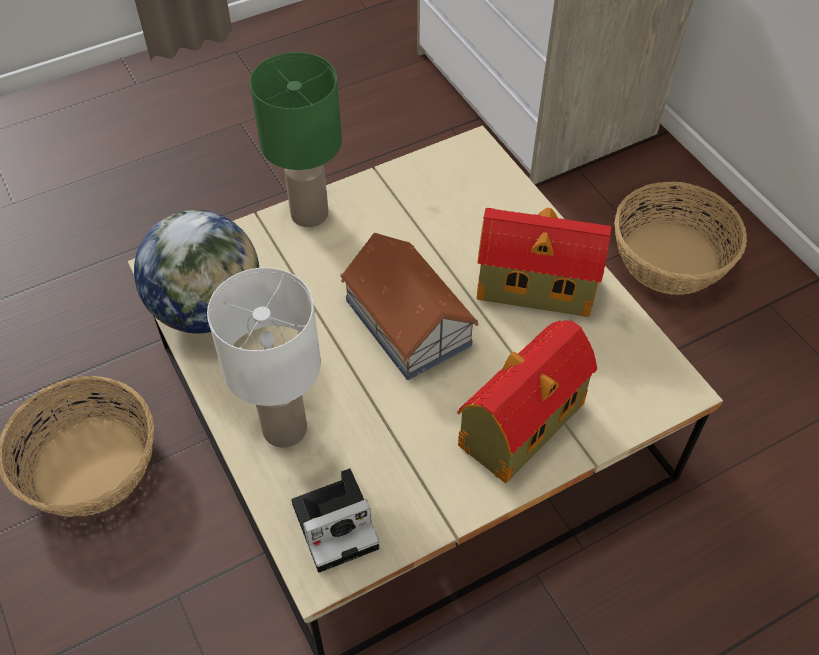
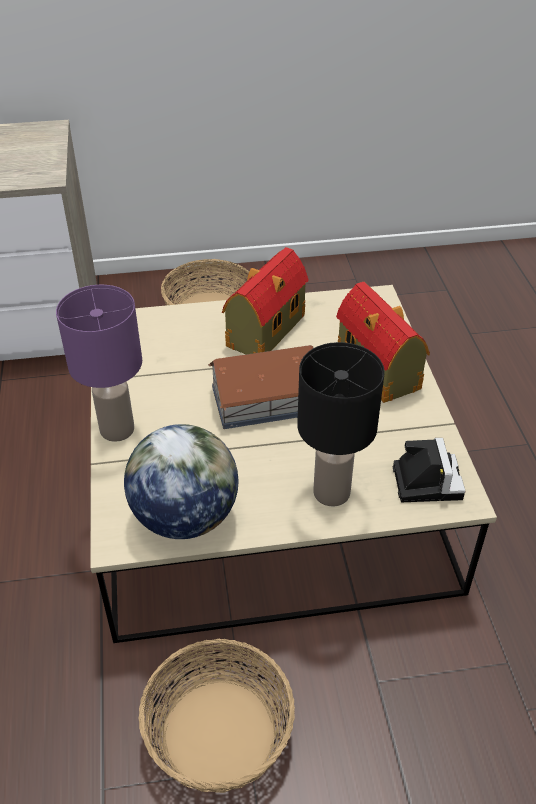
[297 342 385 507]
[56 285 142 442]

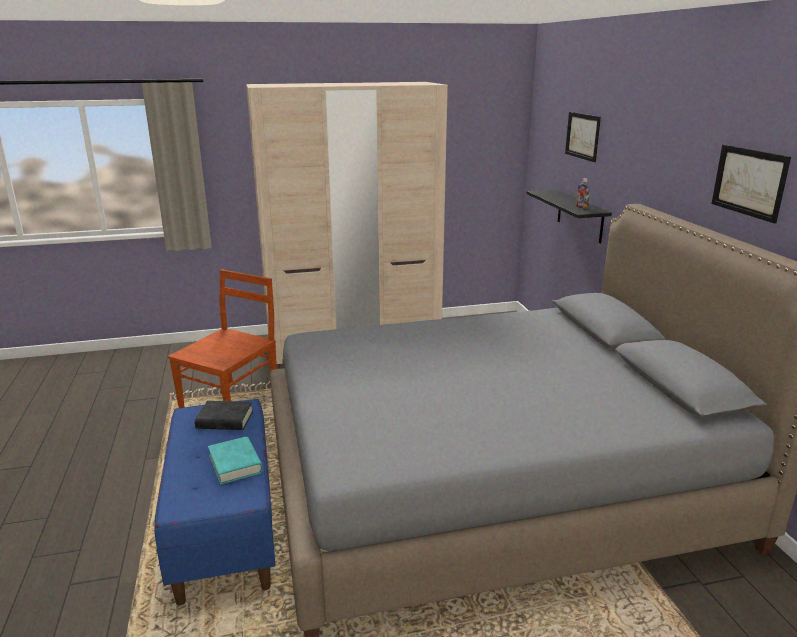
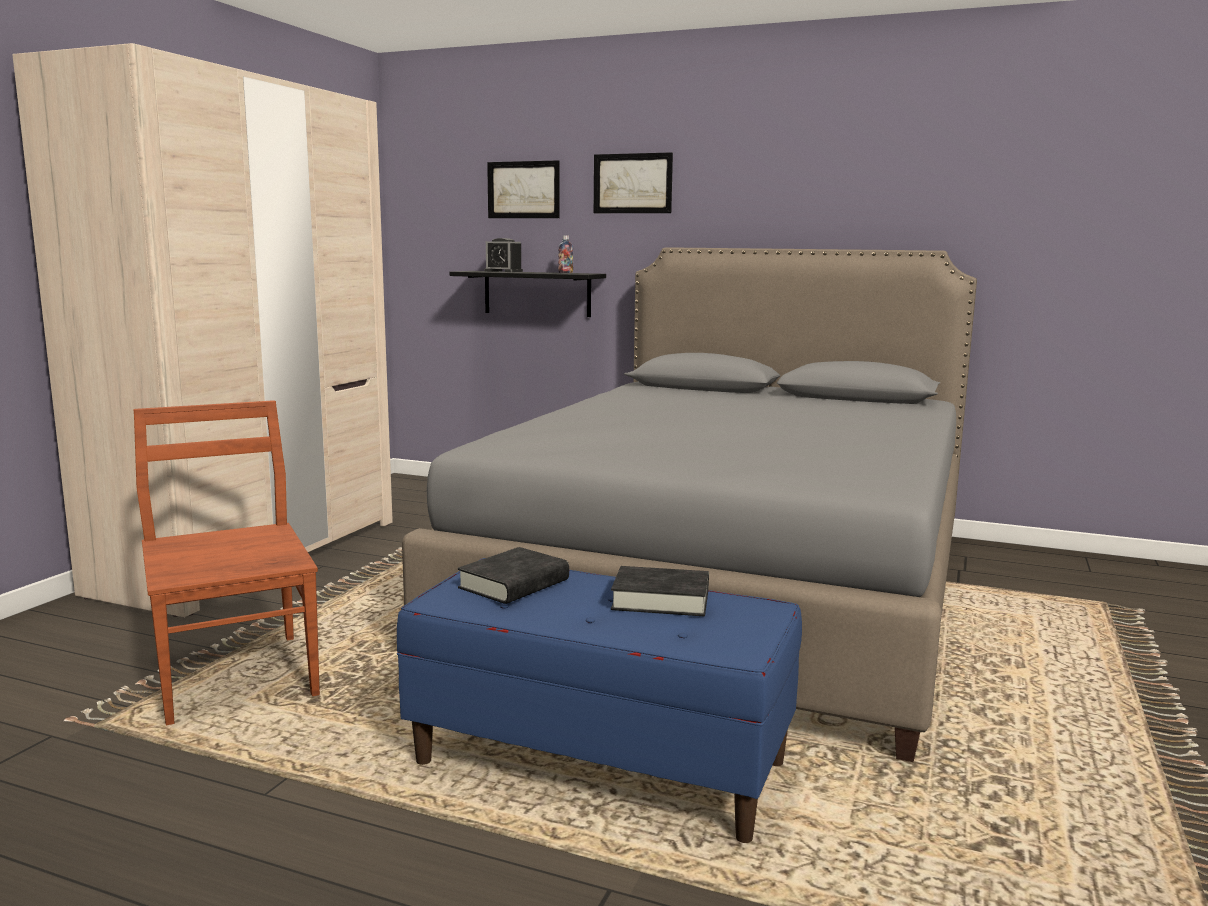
[484 238 523 272]
[594 152 673 213]
[611 566 709 616]

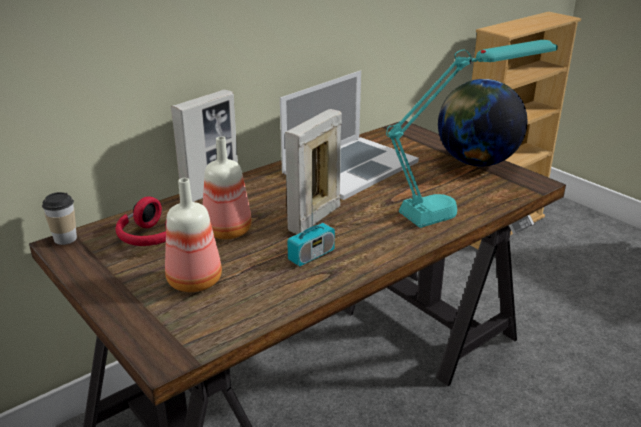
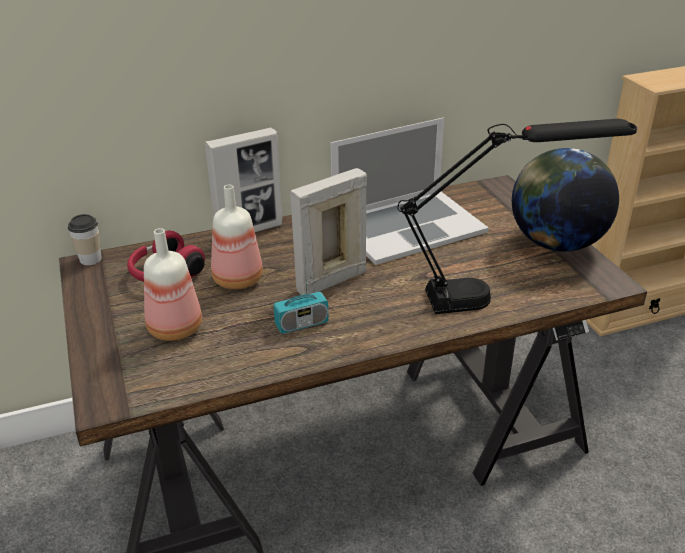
[397 119 637 314]

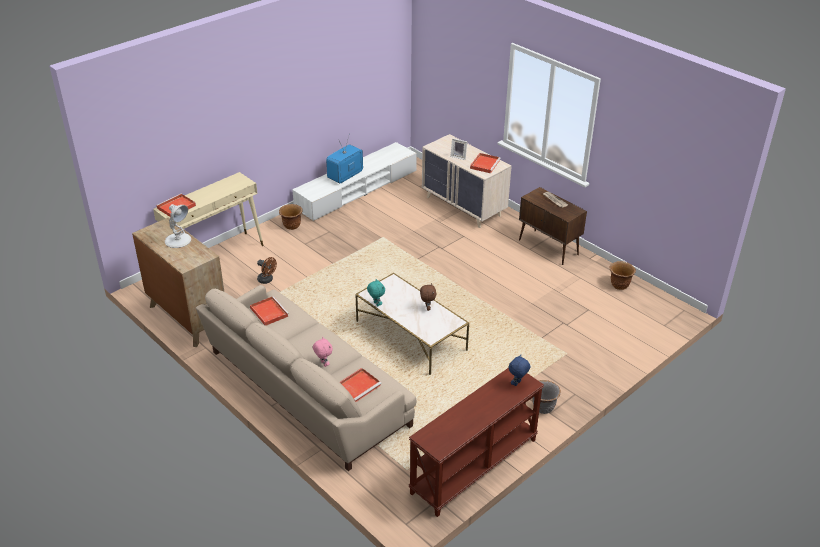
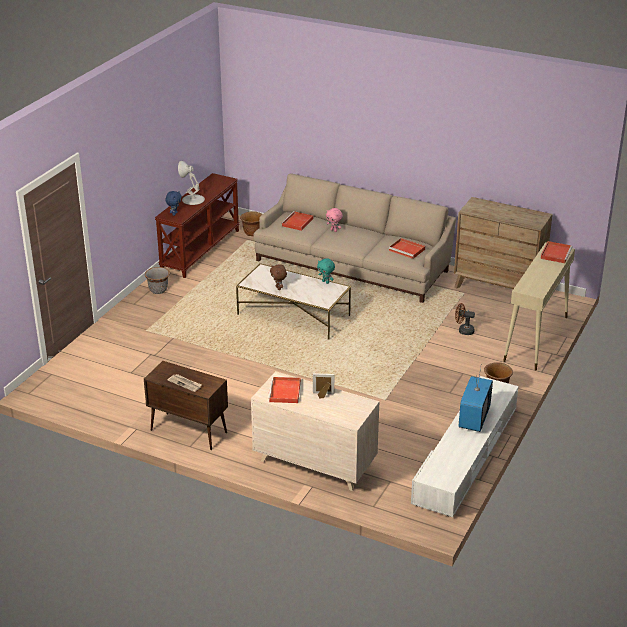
[178 161 205 205]
[240 211 262 236]

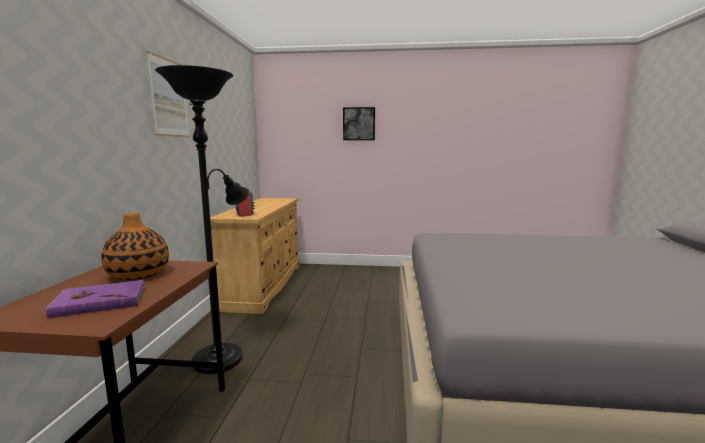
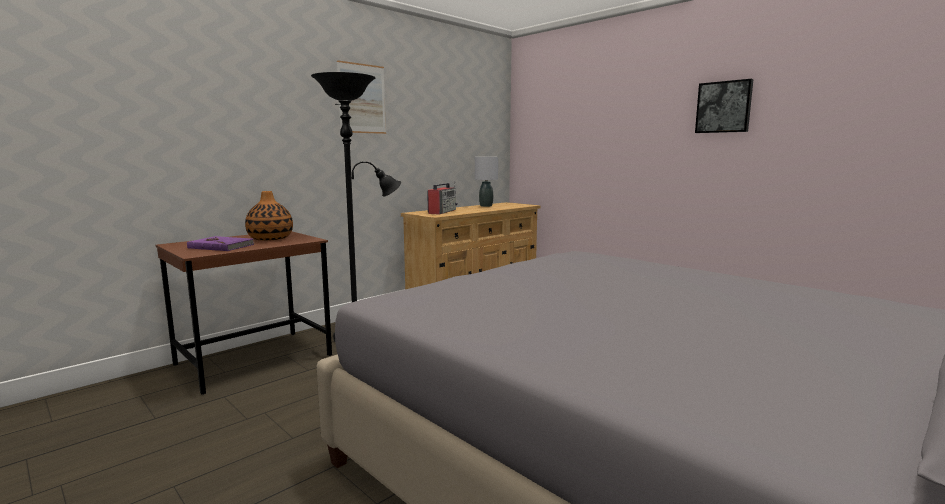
[475 157 498 207]
[695 79 753 133]

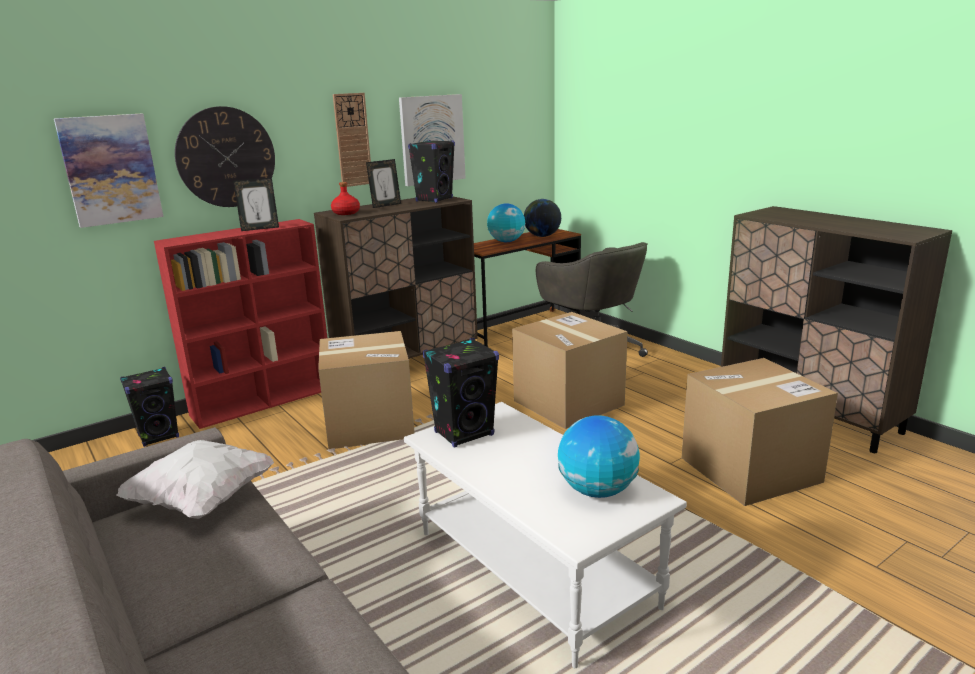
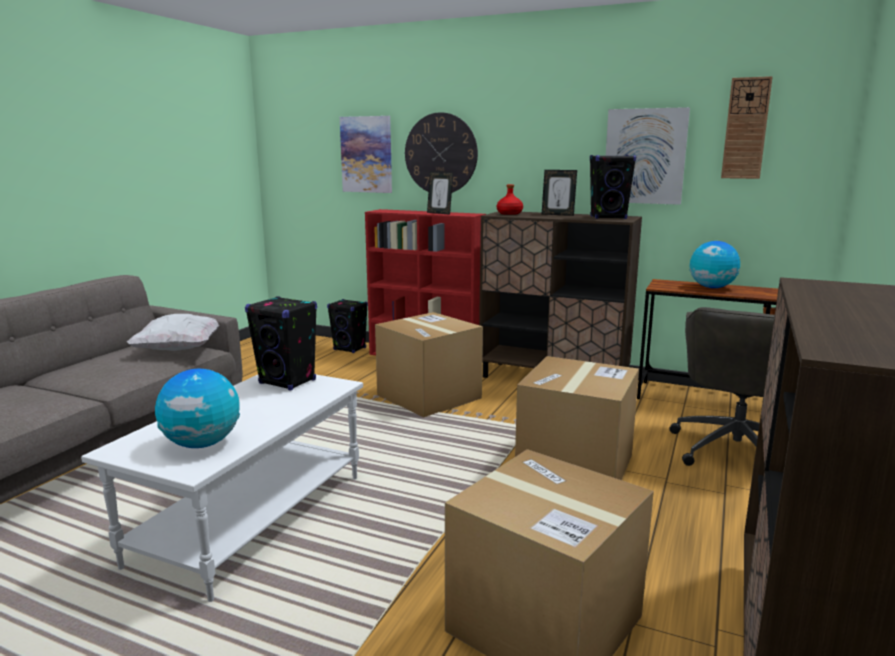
[524 199 561 237] (first image)
[721 76 773 179]

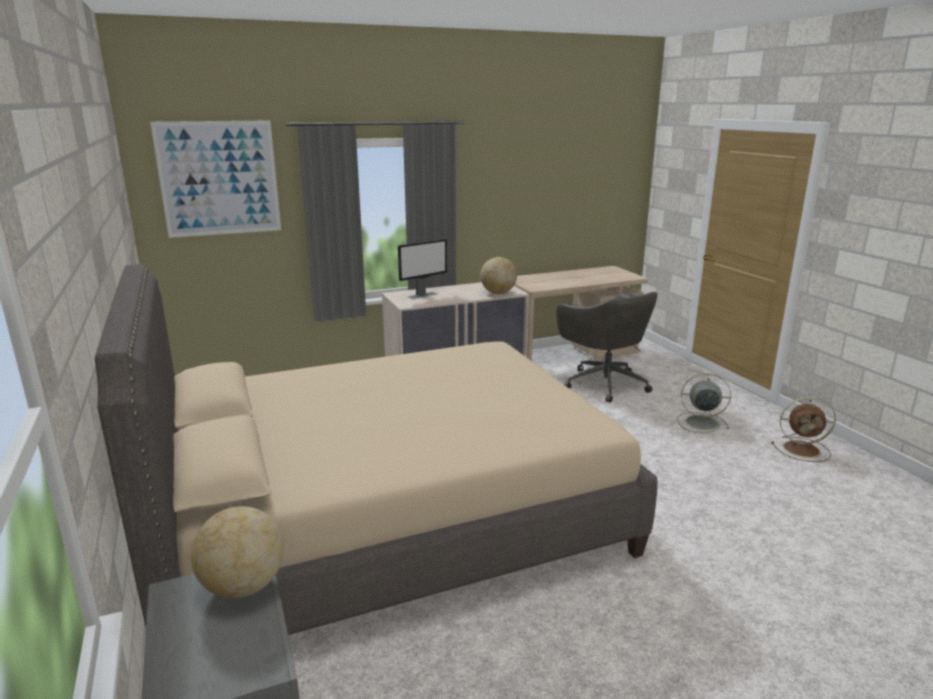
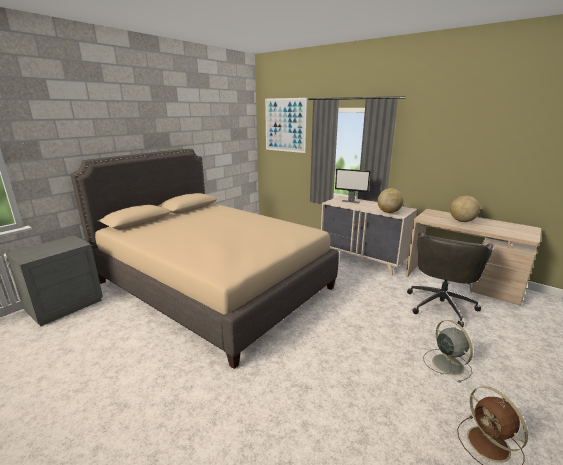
[450 196 480 222]

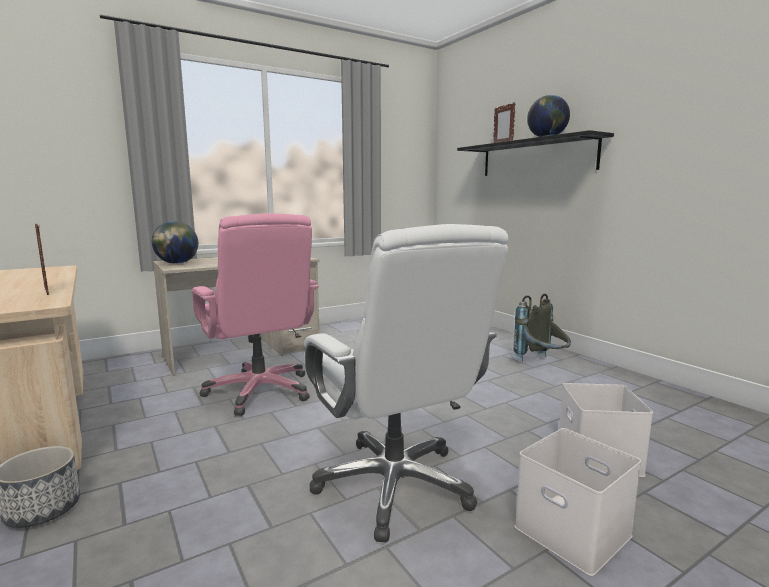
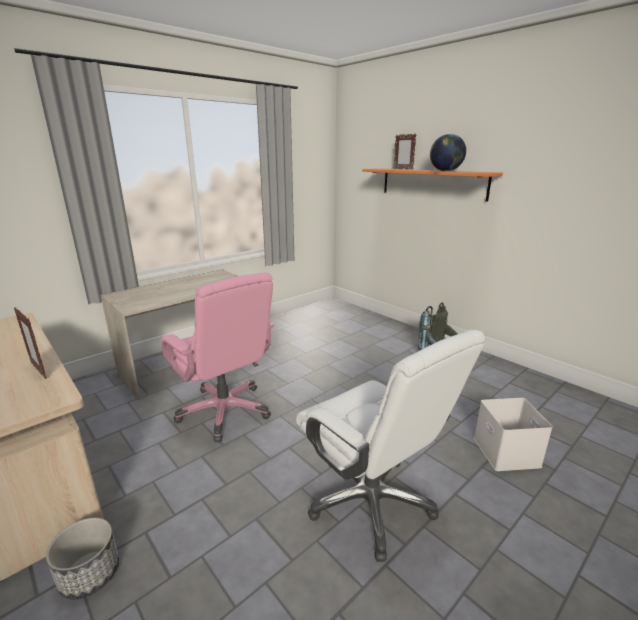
[152 221 198 264] (first image)
[515 428 641 576] (first image)
[362 168 503 202]

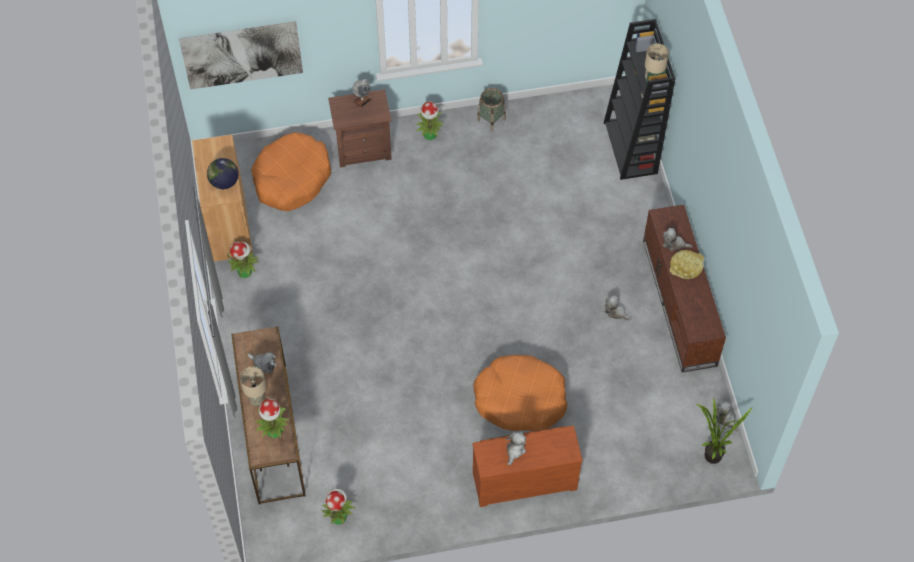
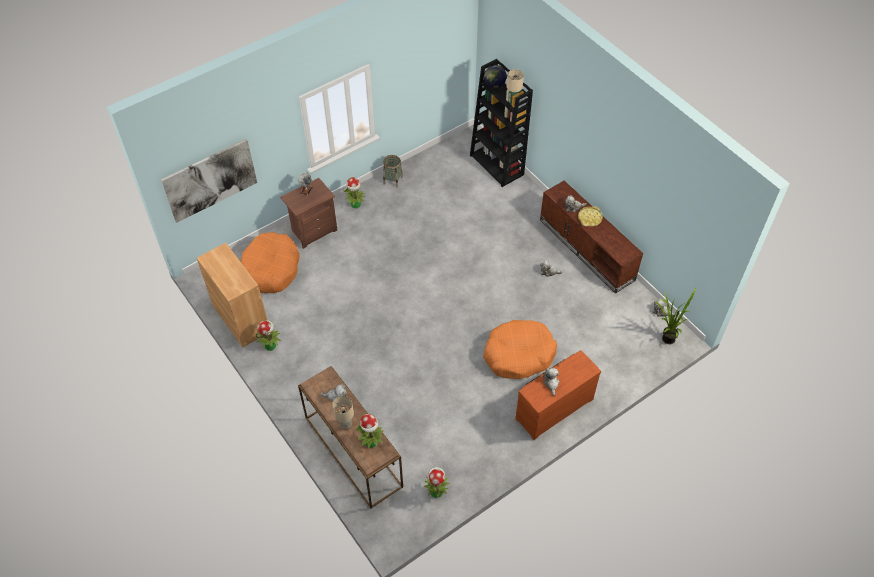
[484 65 507 88]

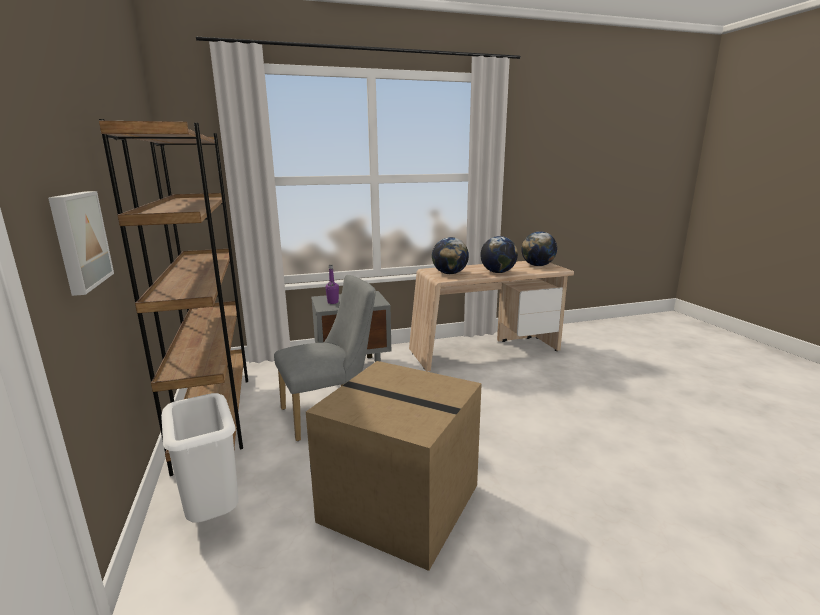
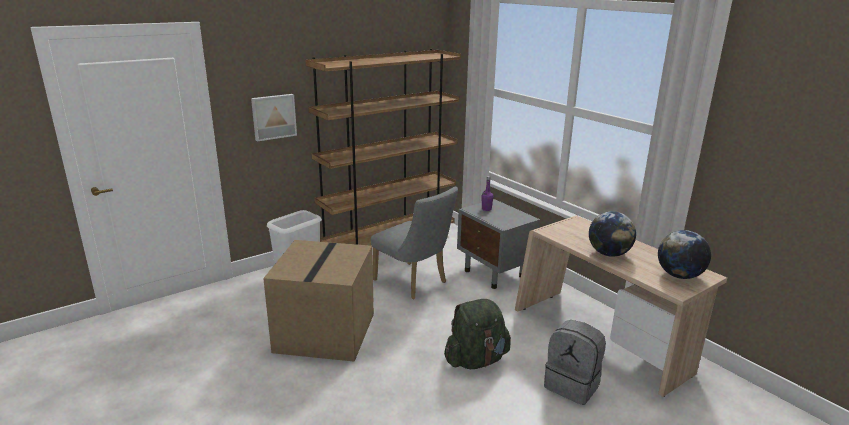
[432 237 469 274] (first image)
[444 299 511 369]
[544 320 606 405]

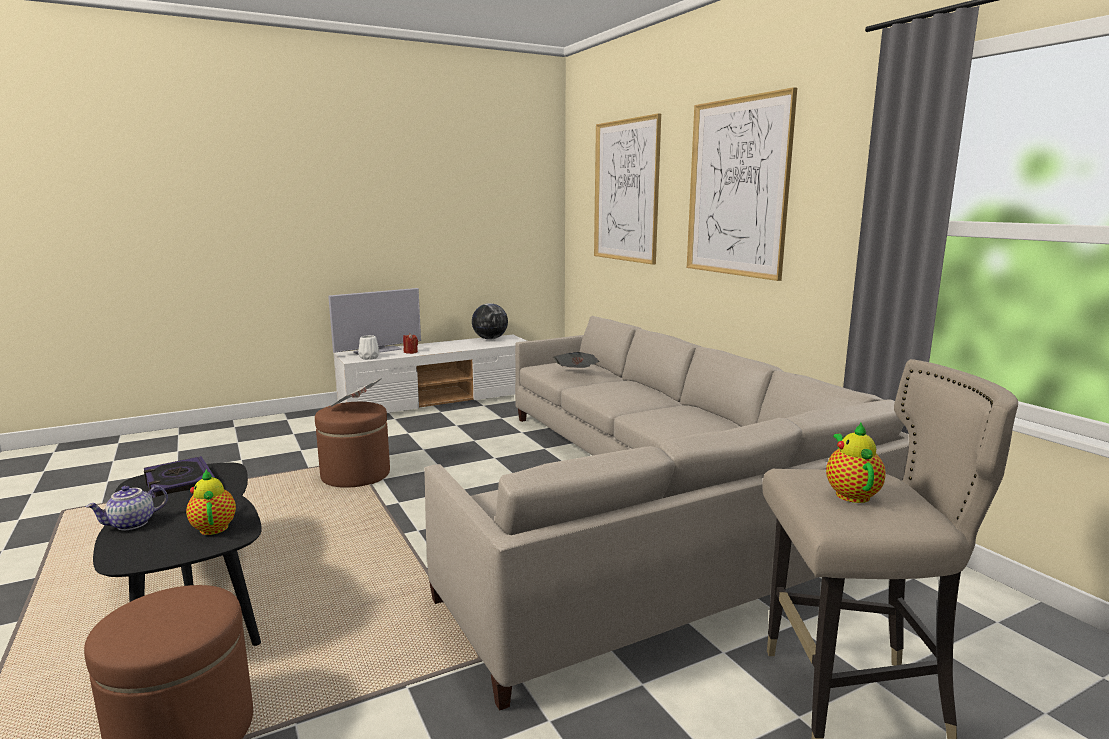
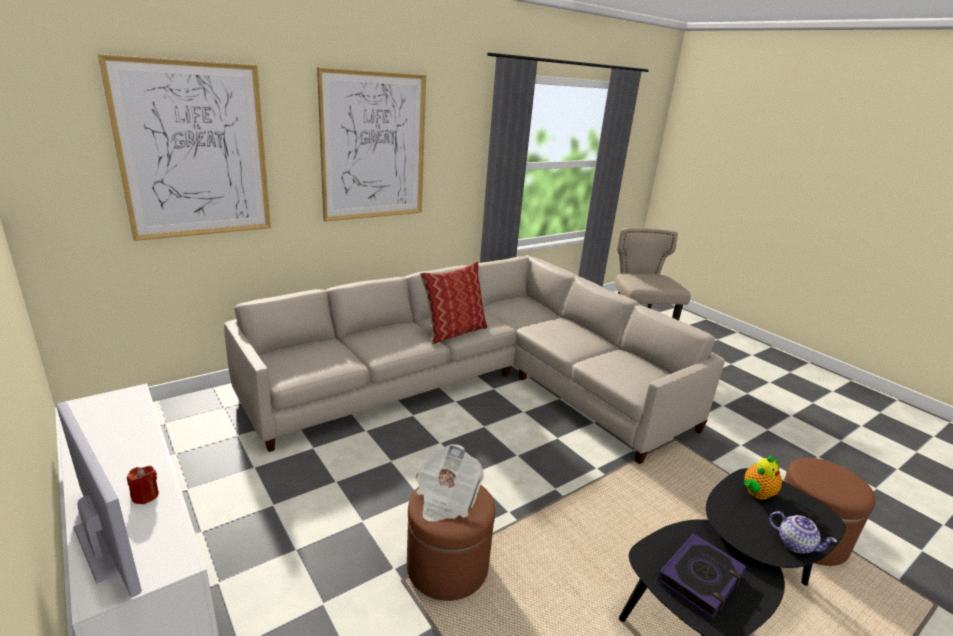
[359 335 379 360] (first image)
[472 303 508 340] (first image)
[553 352 600 368] (first image)
[826 422 886 503] (first image)
[420 261 487 345]

